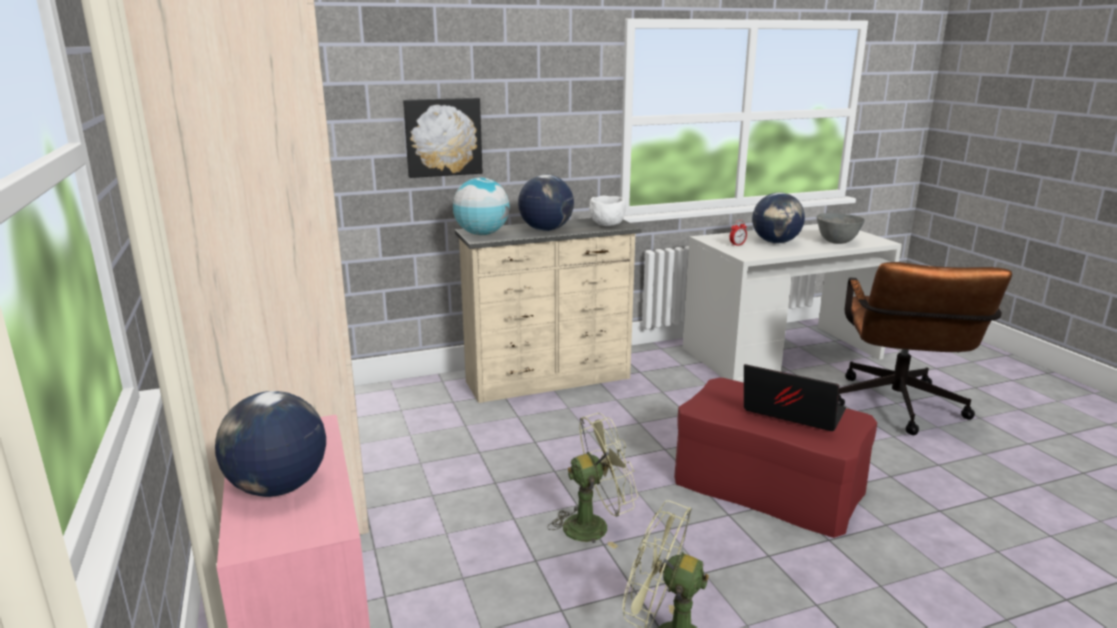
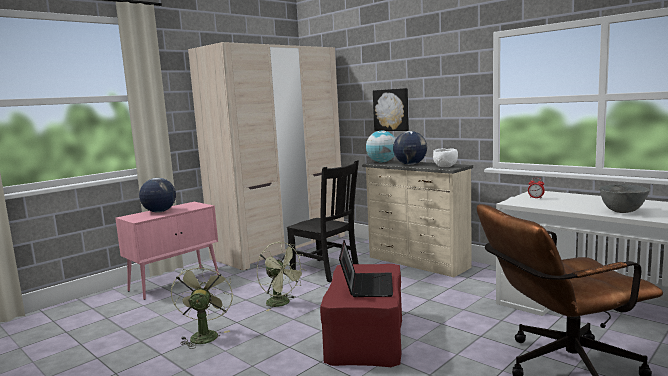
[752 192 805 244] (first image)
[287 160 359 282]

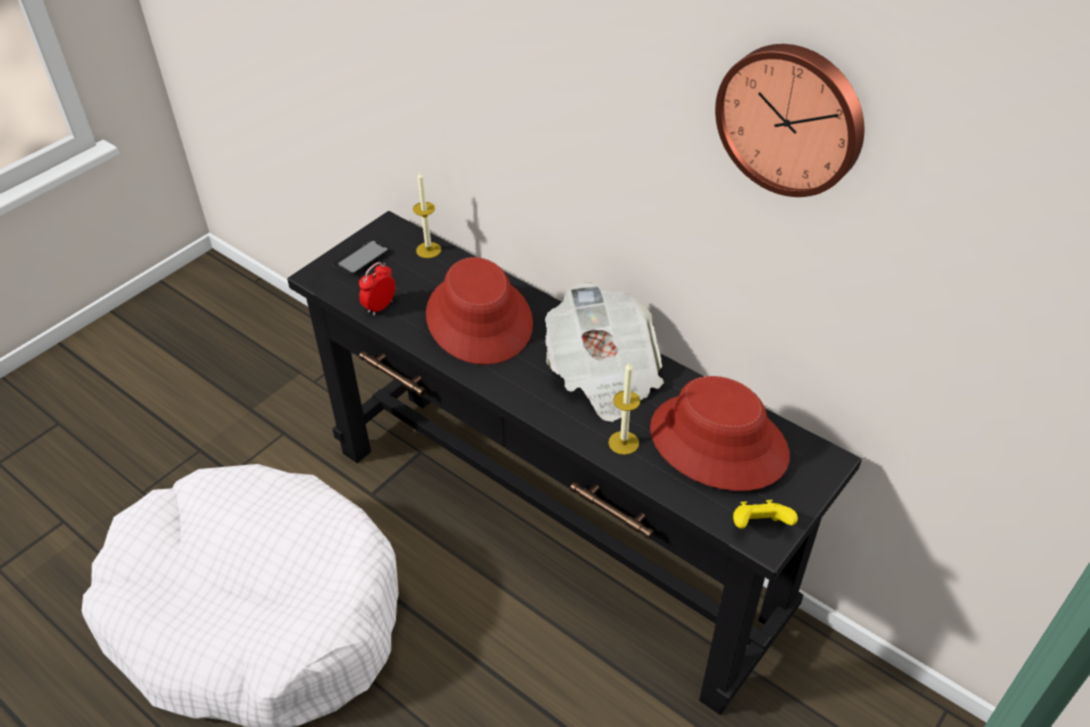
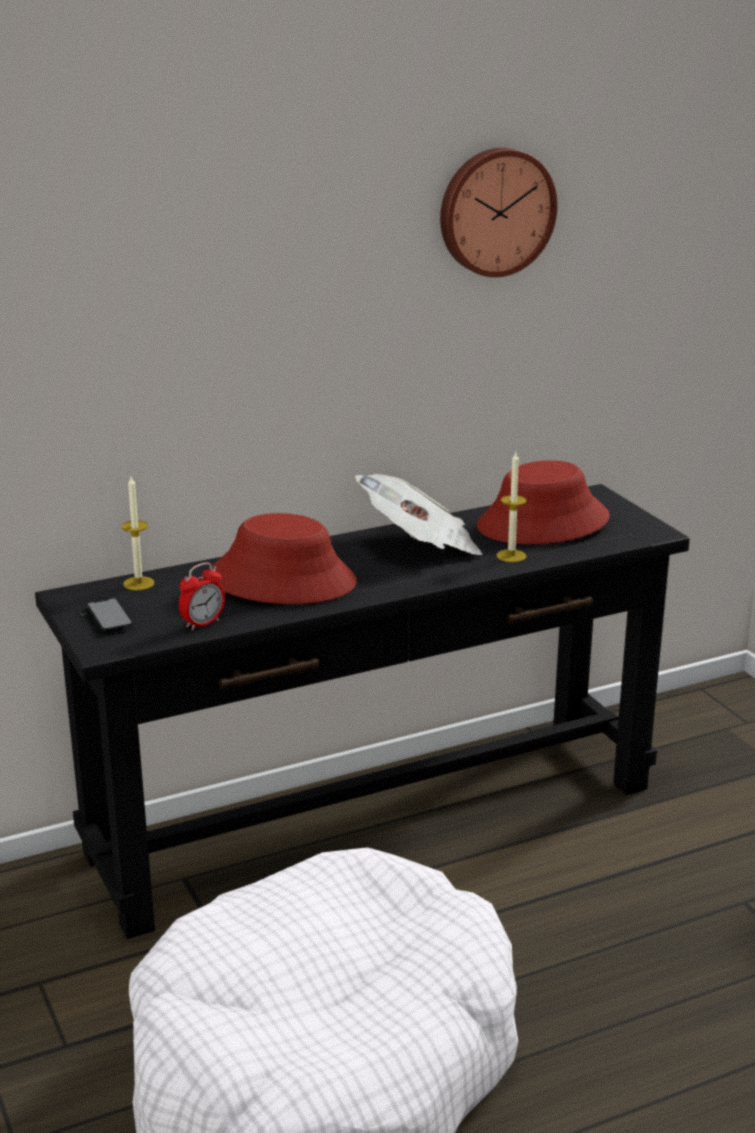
[733 500 798 529] (first image)
[179 563 225 631]

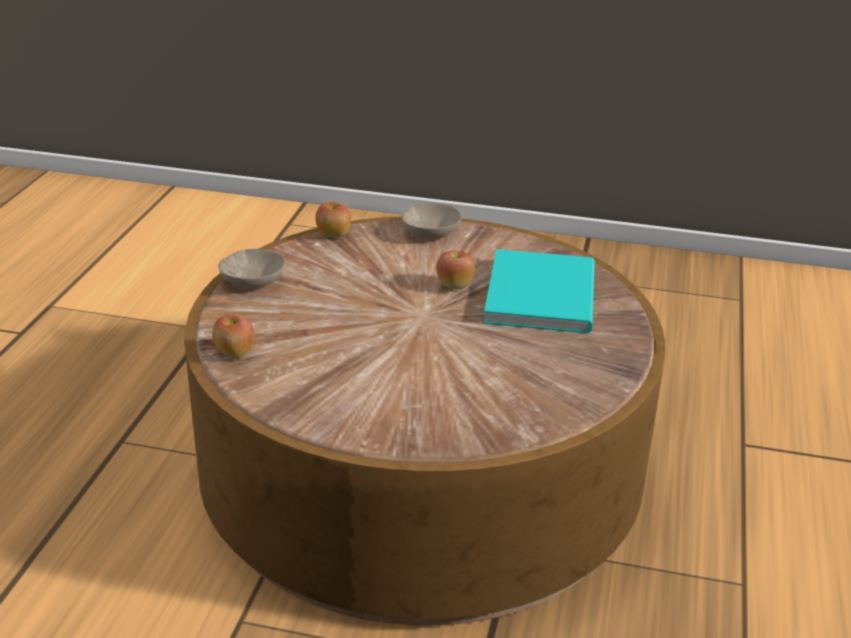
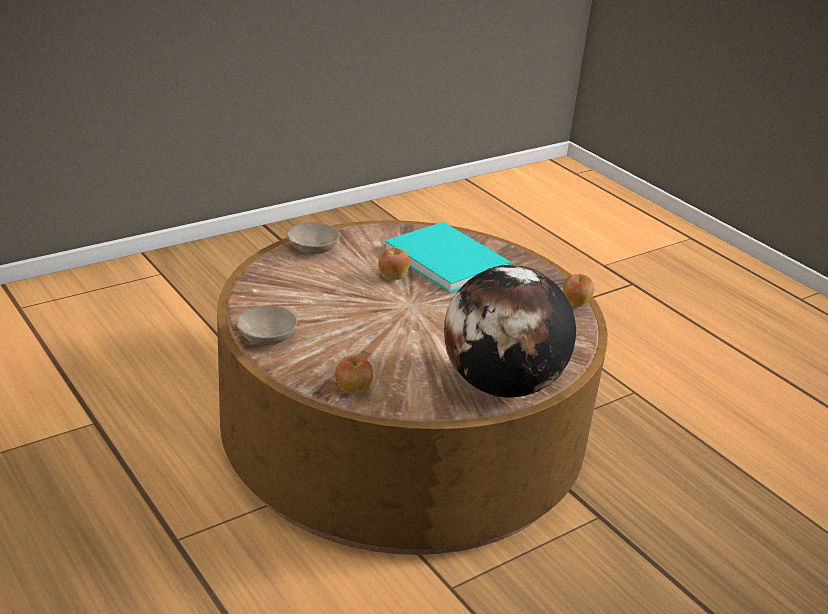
[444 265 576 398]
[563 274 594 307]

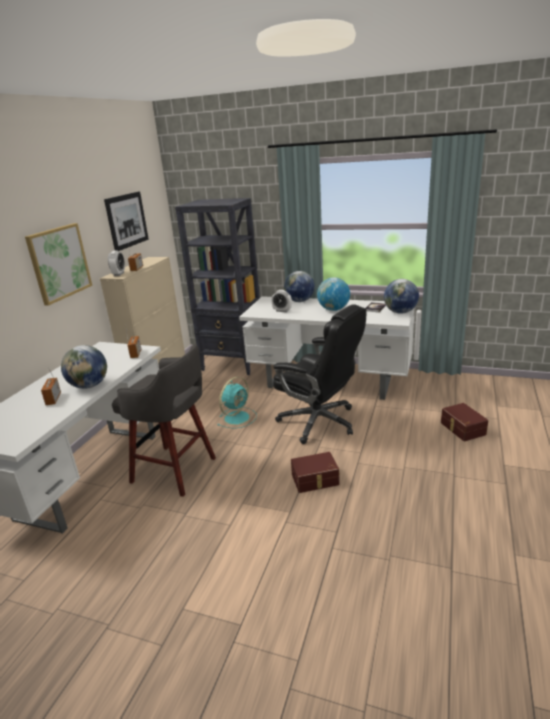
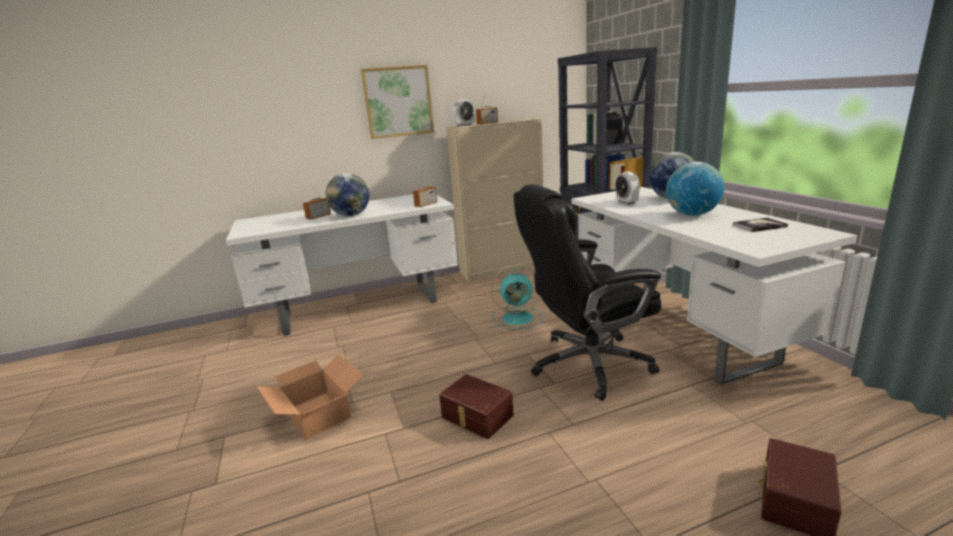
[104 191 149 251] (first image)
[112 344 216 497] (first image)
[384 279 419 314] (first image)
[257 354 363 439]
[514 184 662 401]

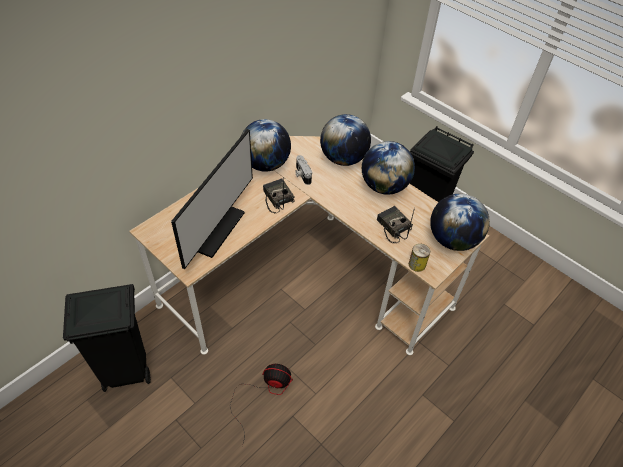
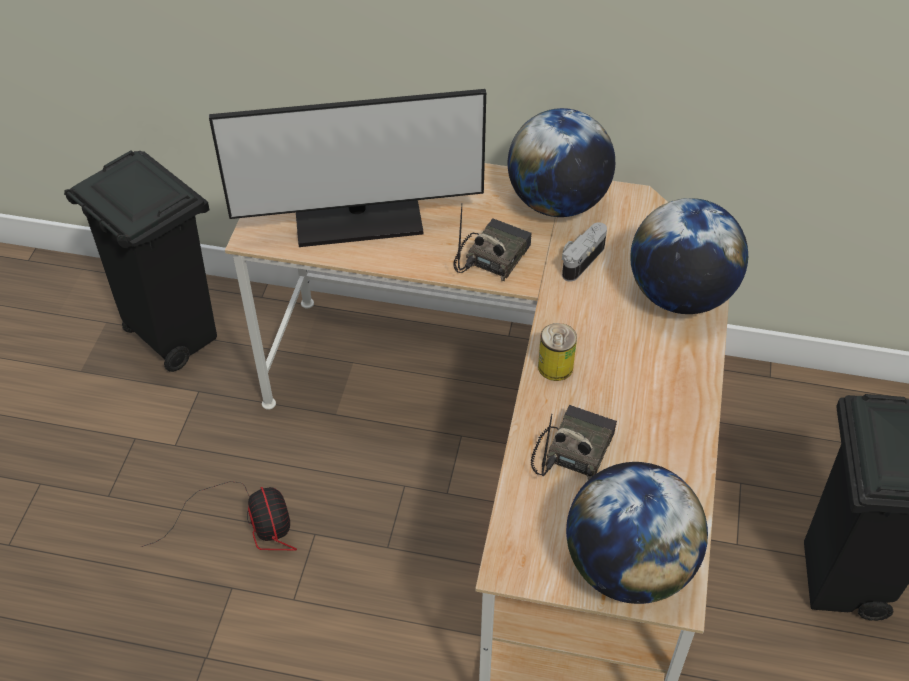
[362 141 415 195] (first image)
[538 323 577 381]

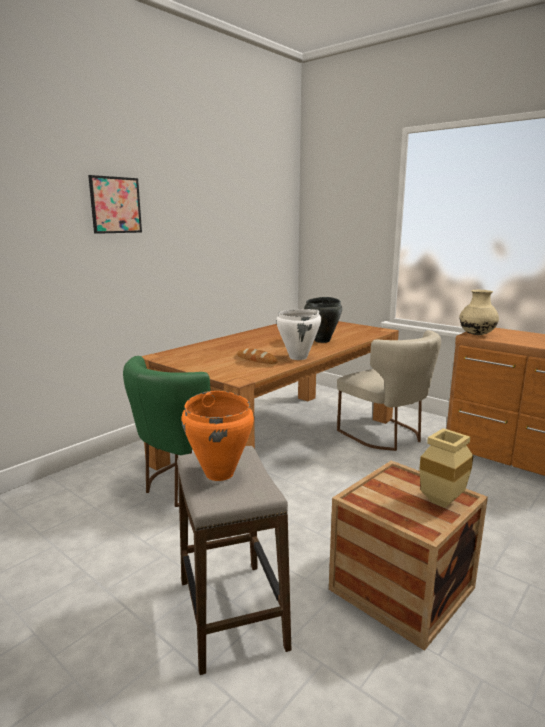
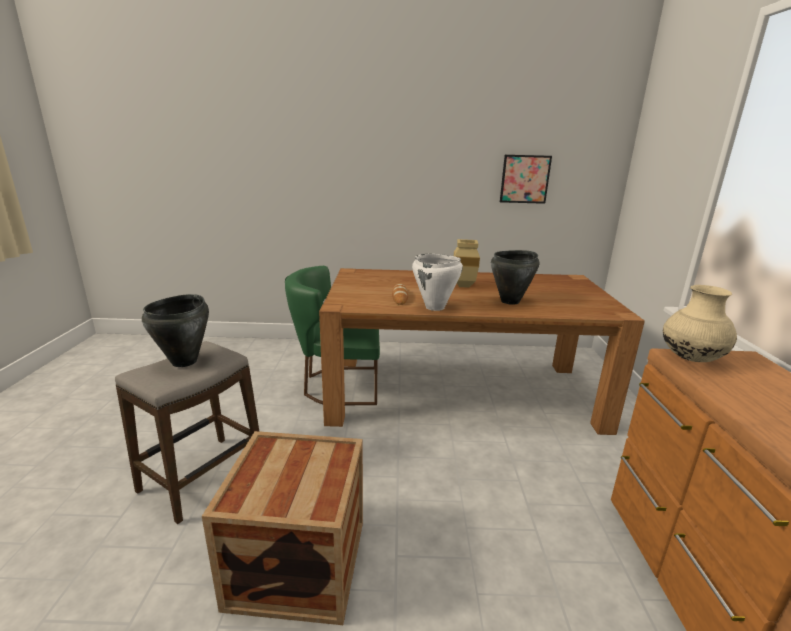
[337 330 441 451] (first image)
[500 155 552 204]
[454 239 480 288]
[142 294 209 367]

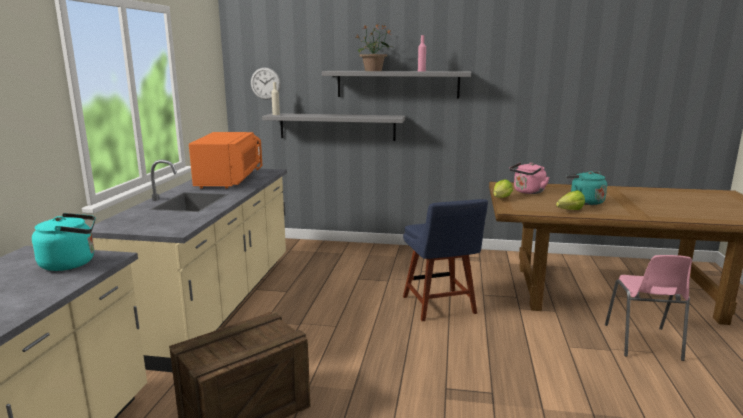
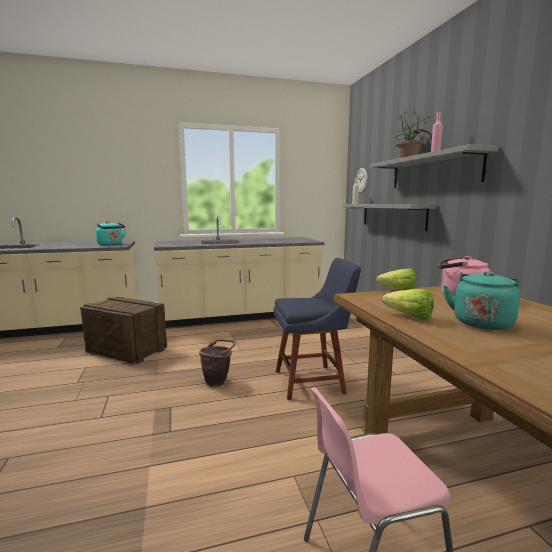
[189 132 262 188] (first image)
[199 339 235 387]
[273 258 361 400]

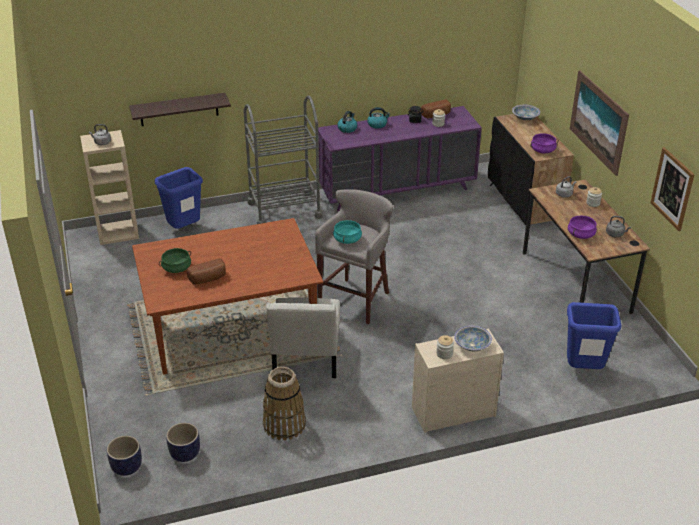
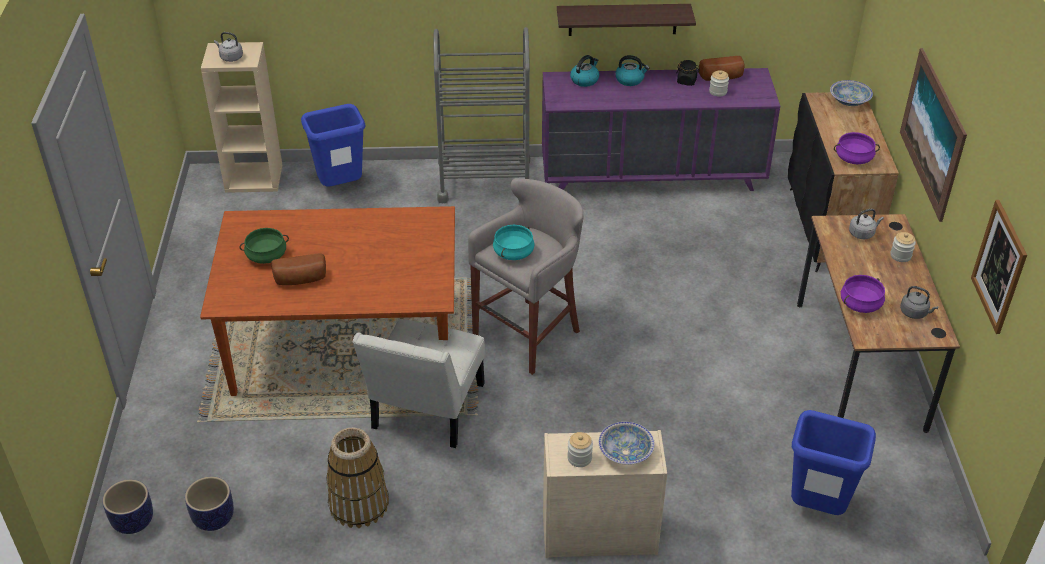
[557 4 696 36]

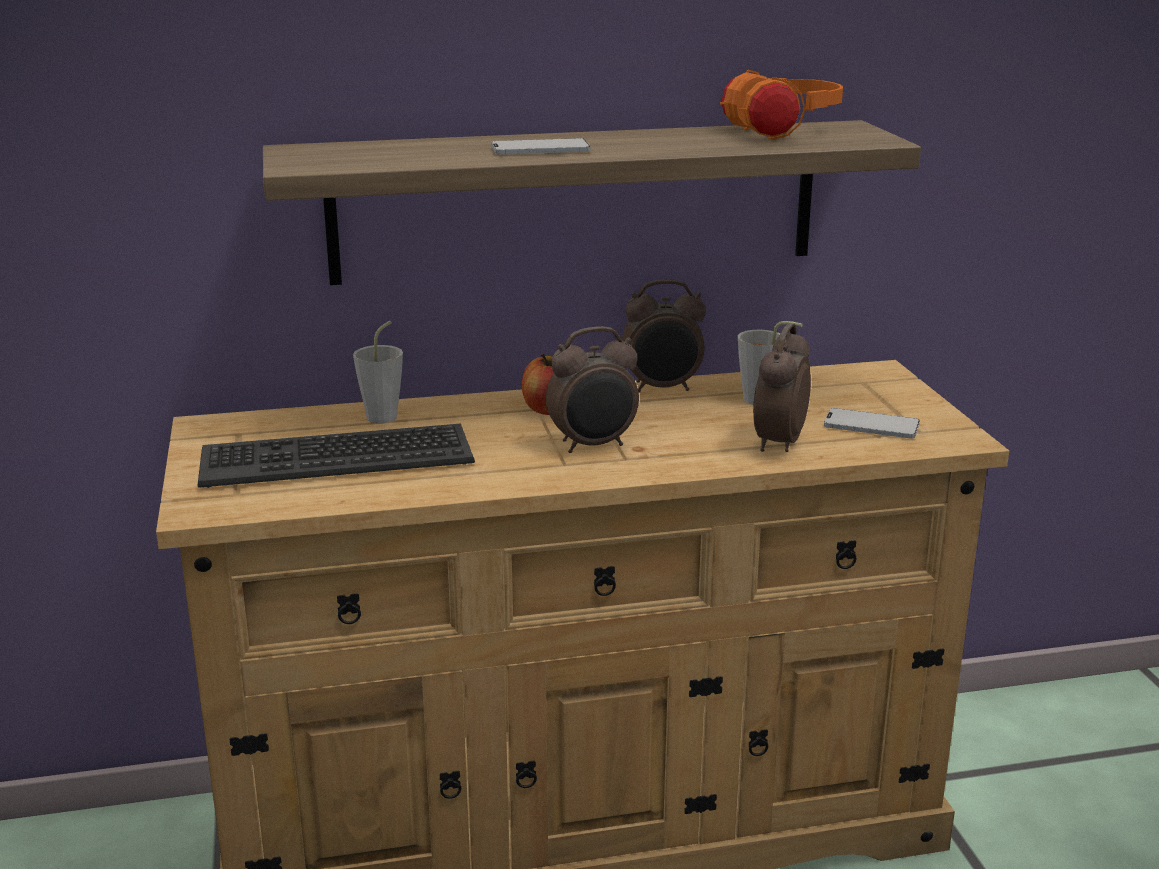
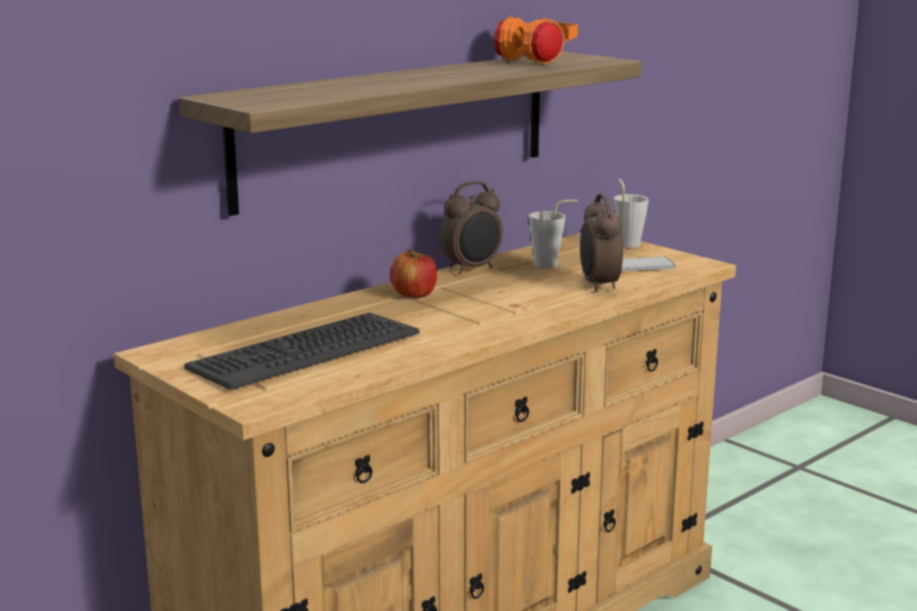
[492 138 590 155] (first image)
[546 326 639 453] (first image)
[614 178 649 248]

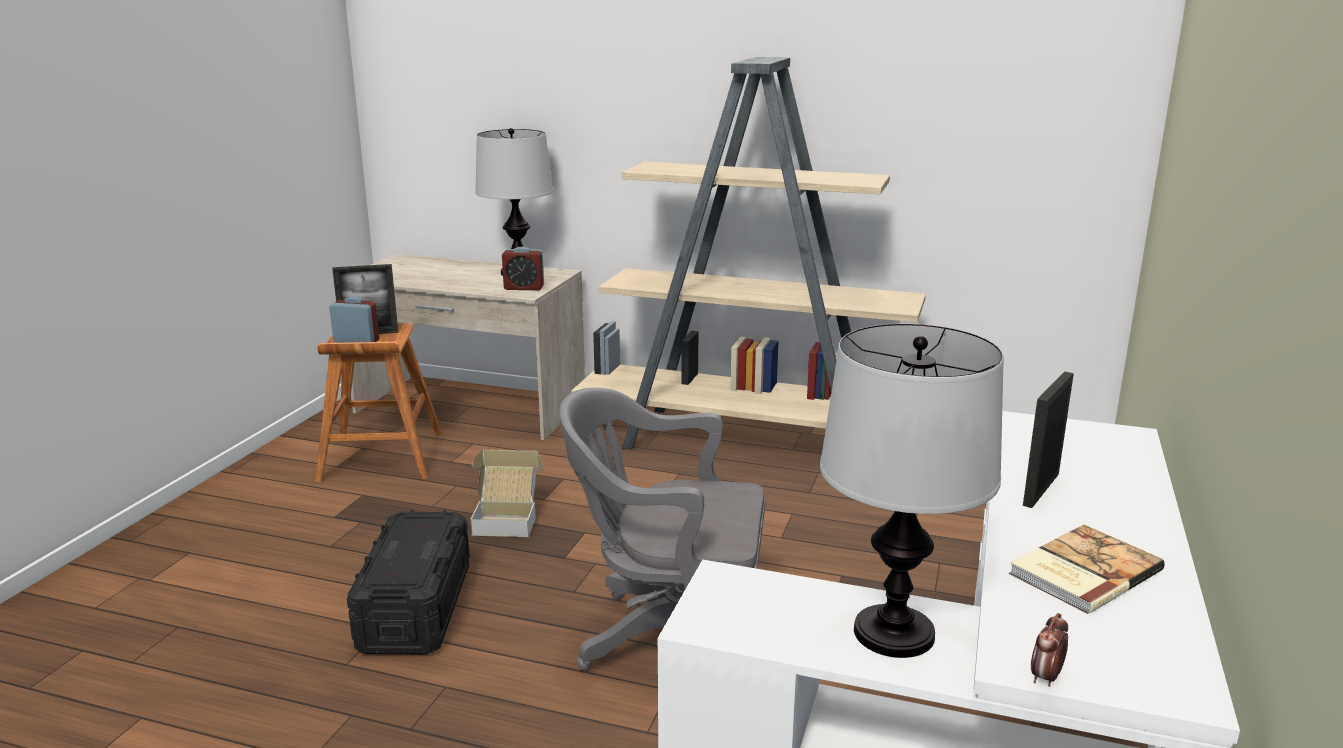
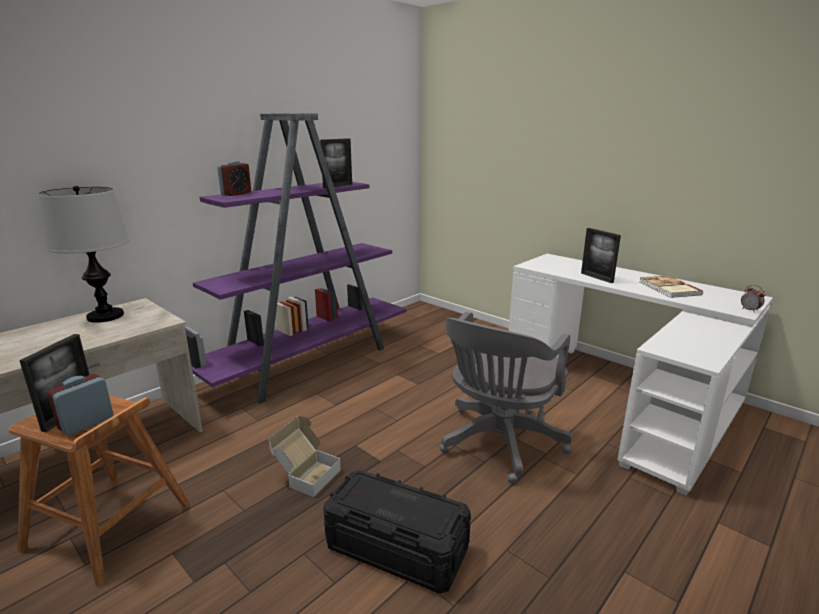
[820 324 1004 658] (first image)
[320 138 352 188]
[217 161 251 196]
[185 113 407 404]

